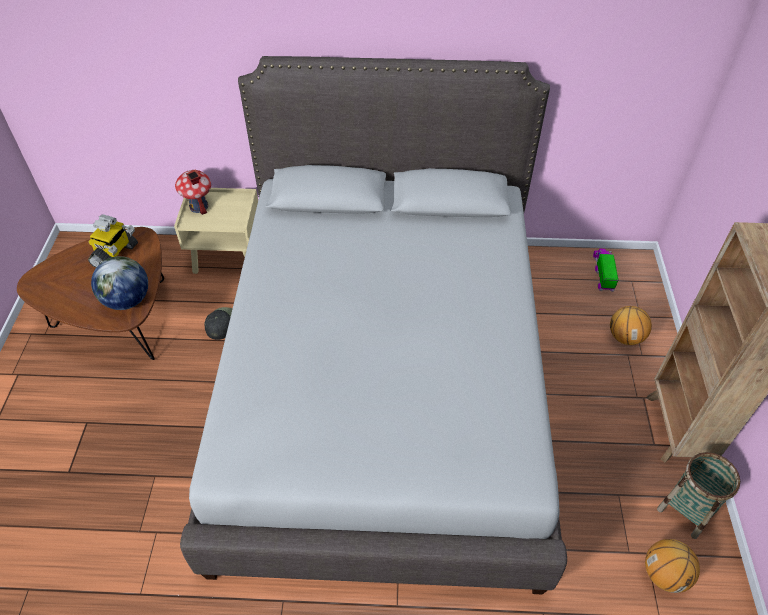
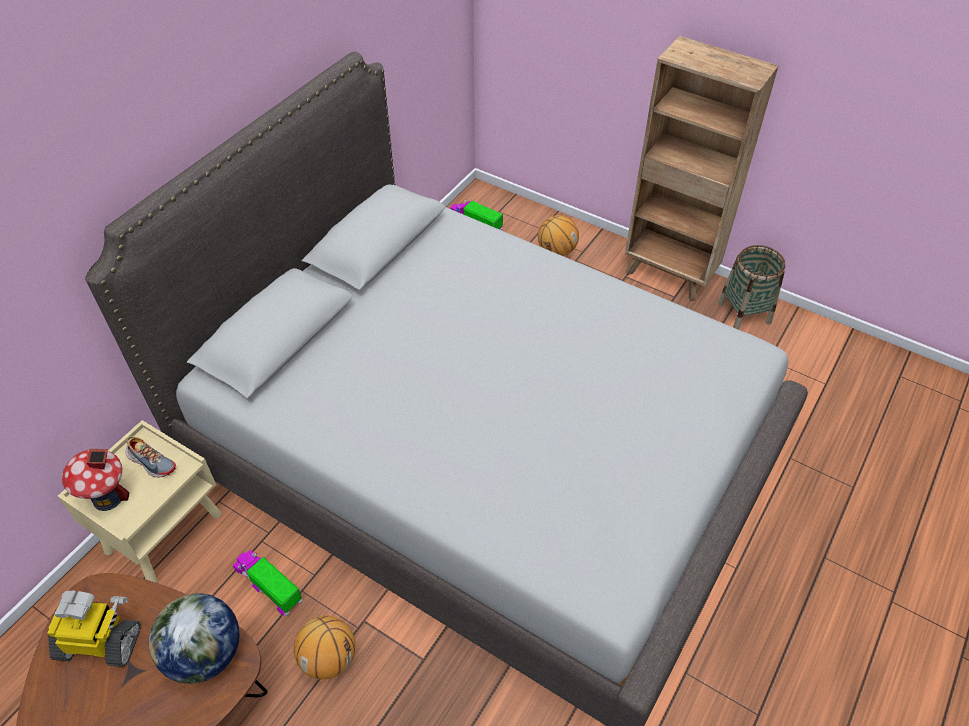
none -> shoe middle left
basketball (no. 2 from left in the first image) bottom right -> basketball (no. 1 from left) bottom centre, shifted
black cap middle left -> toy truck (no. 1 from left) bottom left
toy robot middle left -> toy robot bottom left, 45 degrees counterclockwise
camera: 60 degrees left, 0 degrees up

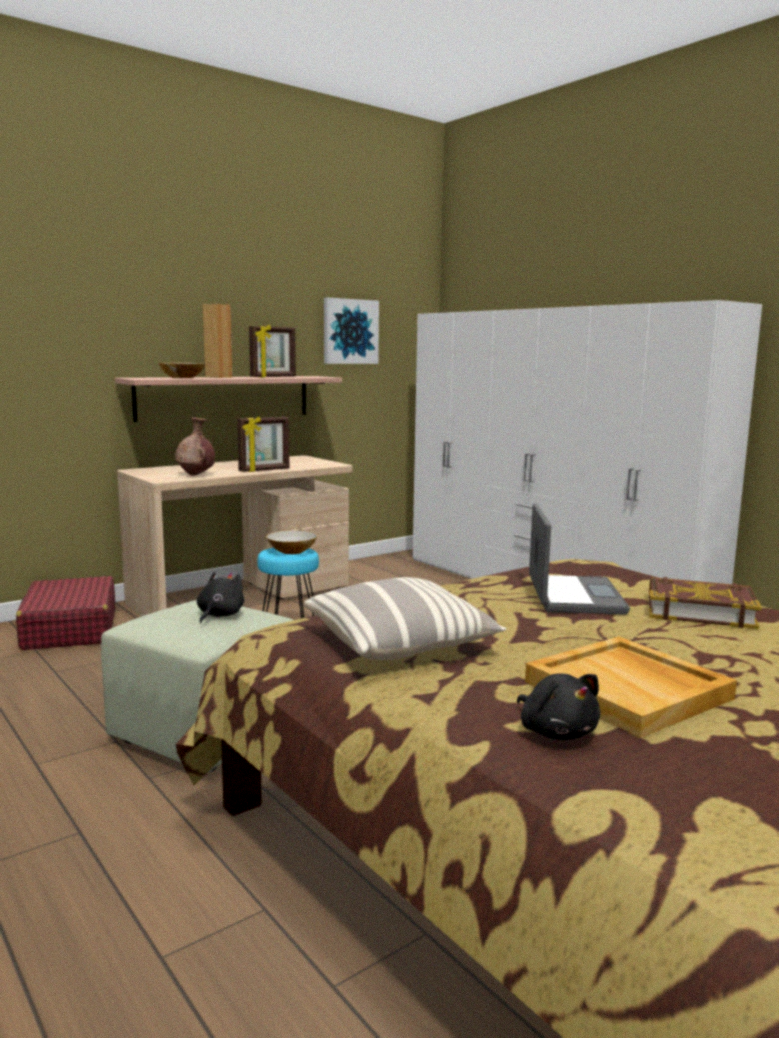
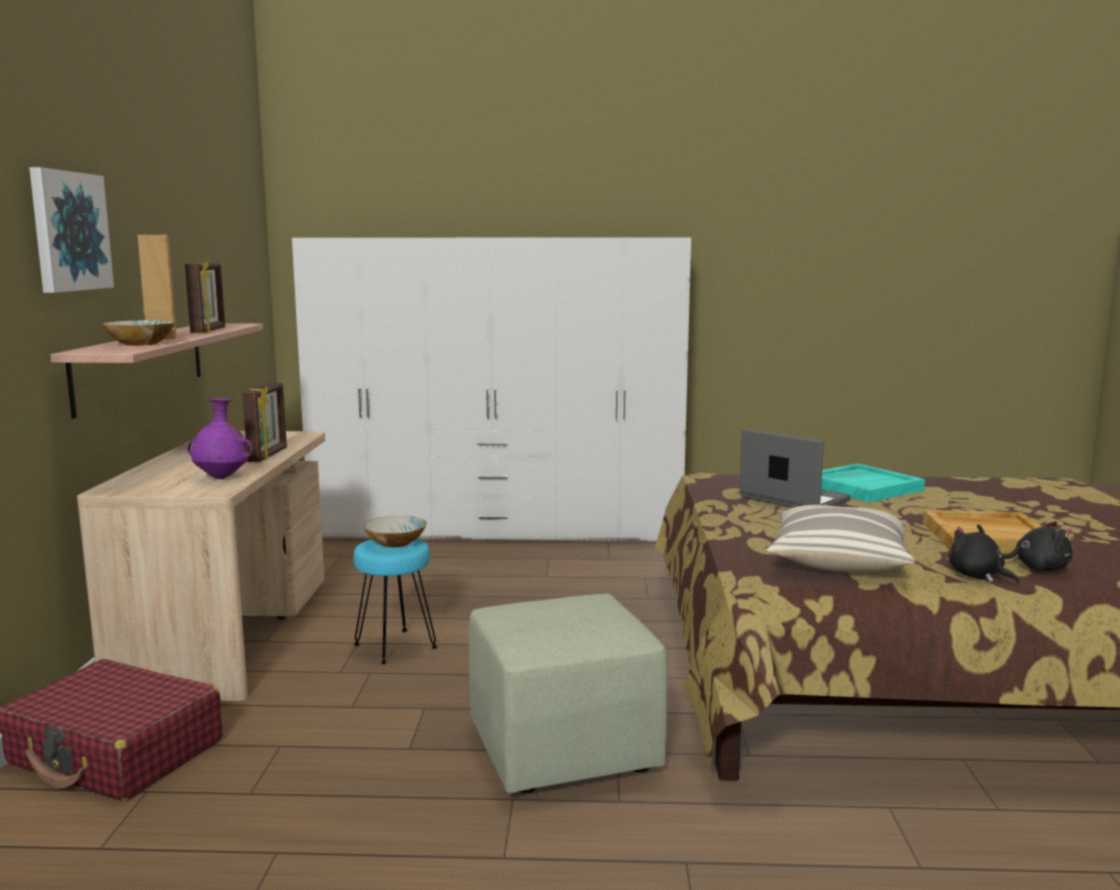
black plush toy (no. 1 from left) middle left -> black plush toy (no. 1 from left) middle right, shifted
picture top centre -> picture top left, shifted
book middle right -> turquoise tray middle right
brown vase middle left -> purple vase middle left
camera: 50 degrees left, 0 degrees up

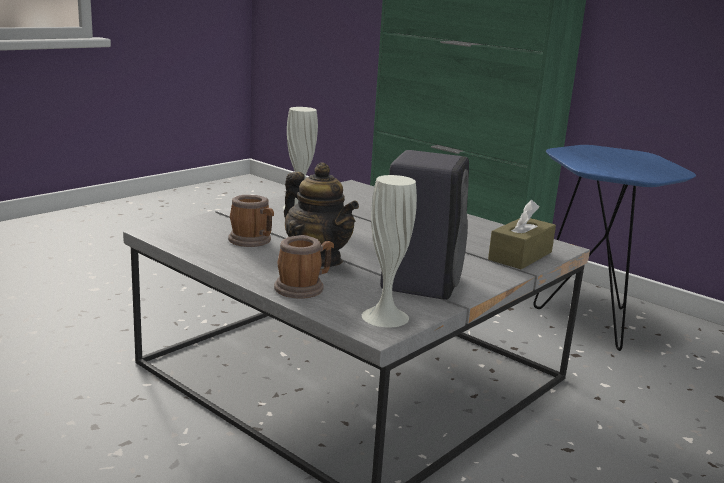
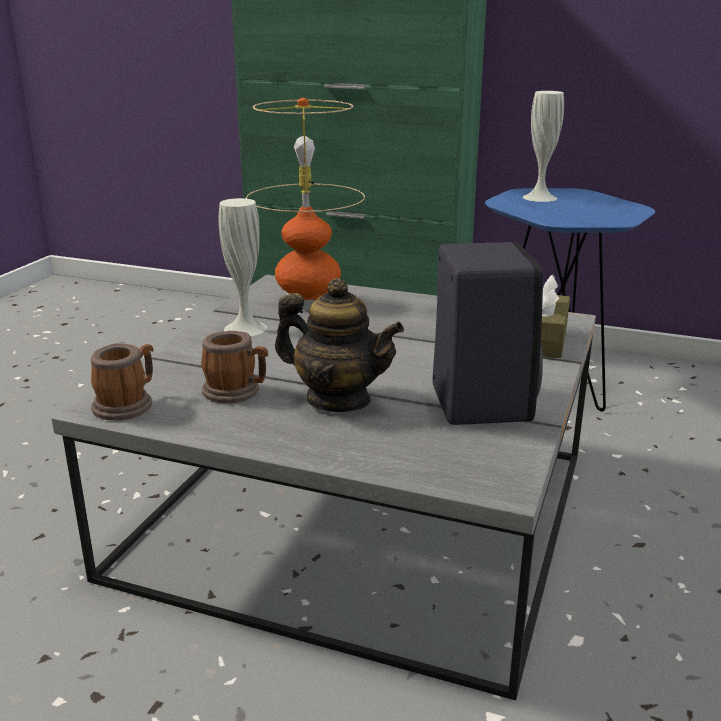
none -> table lamp top centre
mug (no. 2 from left in the first image) centre -> mug (no. 1 from left) middle left, shifted
white vase (no. 2 from left) centre -> white vase (no. 2 from left) top right, shifted
camera: 20 degrees left, 5 degrees up

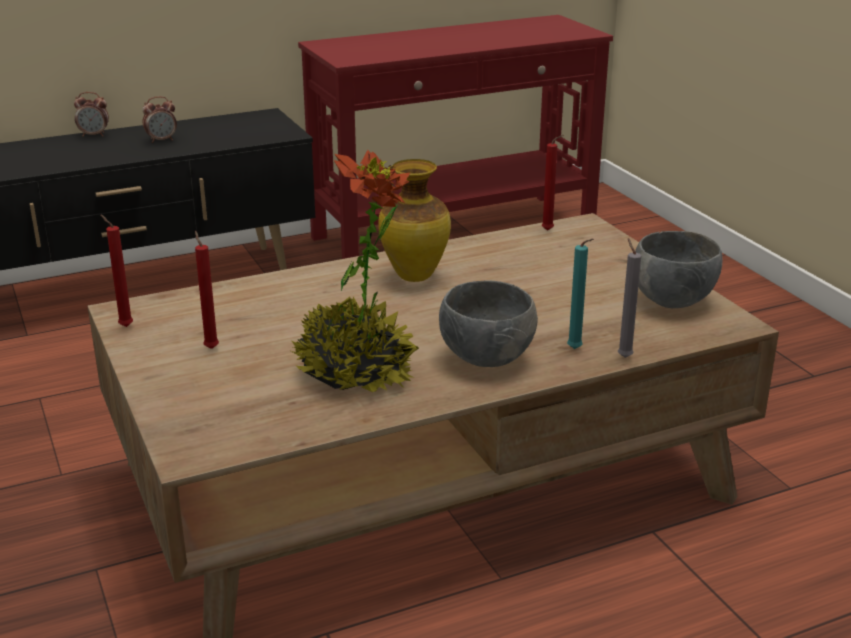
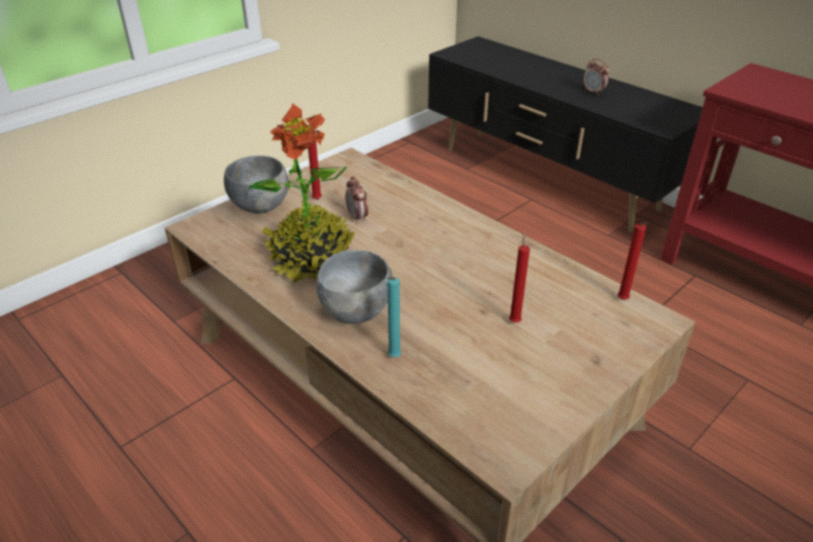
vase centre -> none
grey candle middle right -> none
alarm clock (no. 1 from left) top left -> alarm clock (no. 1 from left) centre, shifted
red candle (no. 1 from left in the first image) middle left -> red candle (no. 2 from left) centre, shifted
grey bowl (no. 2 from left in the first image) middle right -> grey bowl (no. 1 from left) middle left, shifted
camera: 70 degrees right, 10 degrees up

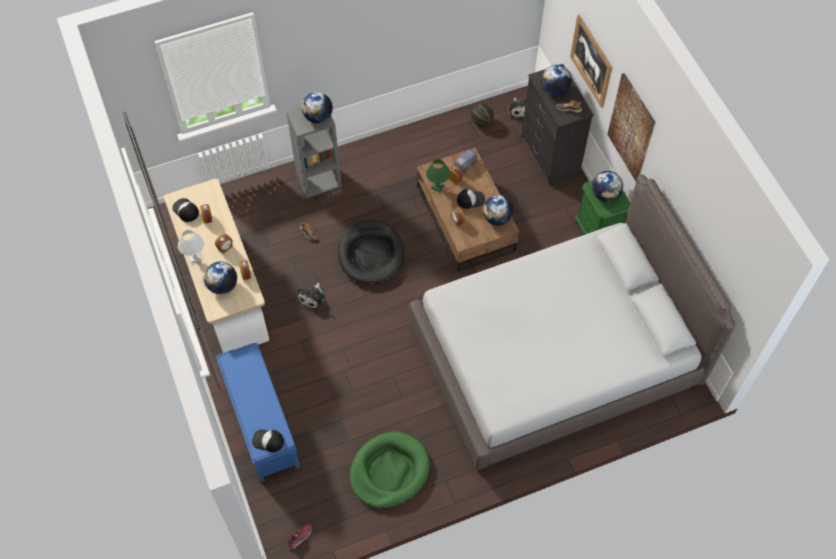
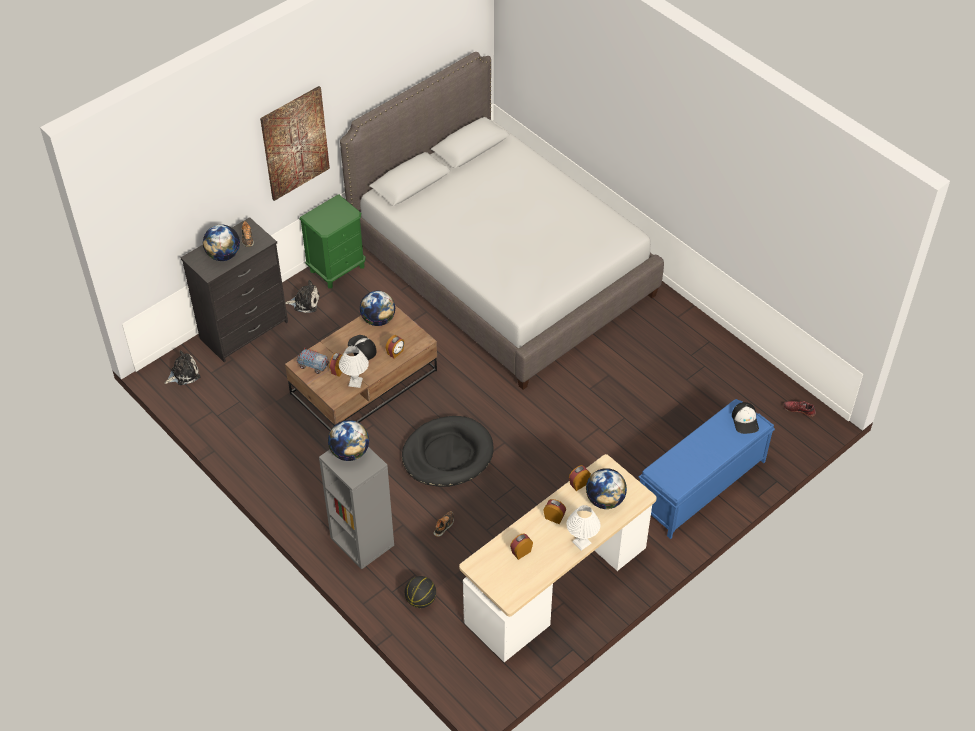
cap (no. 1 from left) middle left -> none
green dog bed bottom centre -> none
picture (no. 1 from left) top right -> none
globe (no. 5 from left) top right -> none
plush toy (no. 1 from left in the first image) centre -> plush toy (no. 2 from left) middle left, shifted
basketball top centre -> basketball bottom centre, shifted
green table lamp top centre -> white table lamp (no. 1 from left) centre
camera: 110 degrees left, 10 degrees down

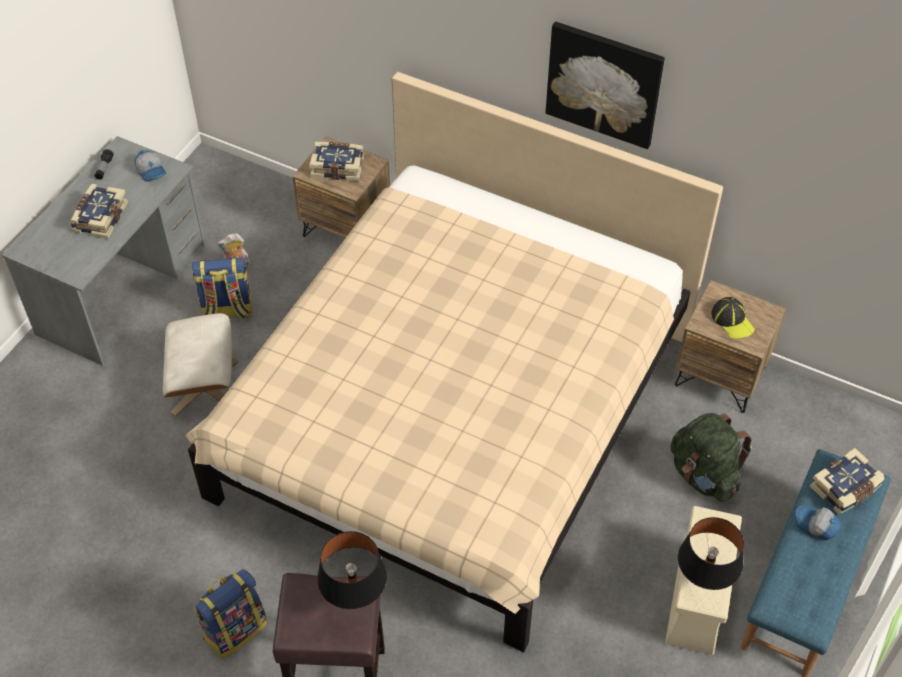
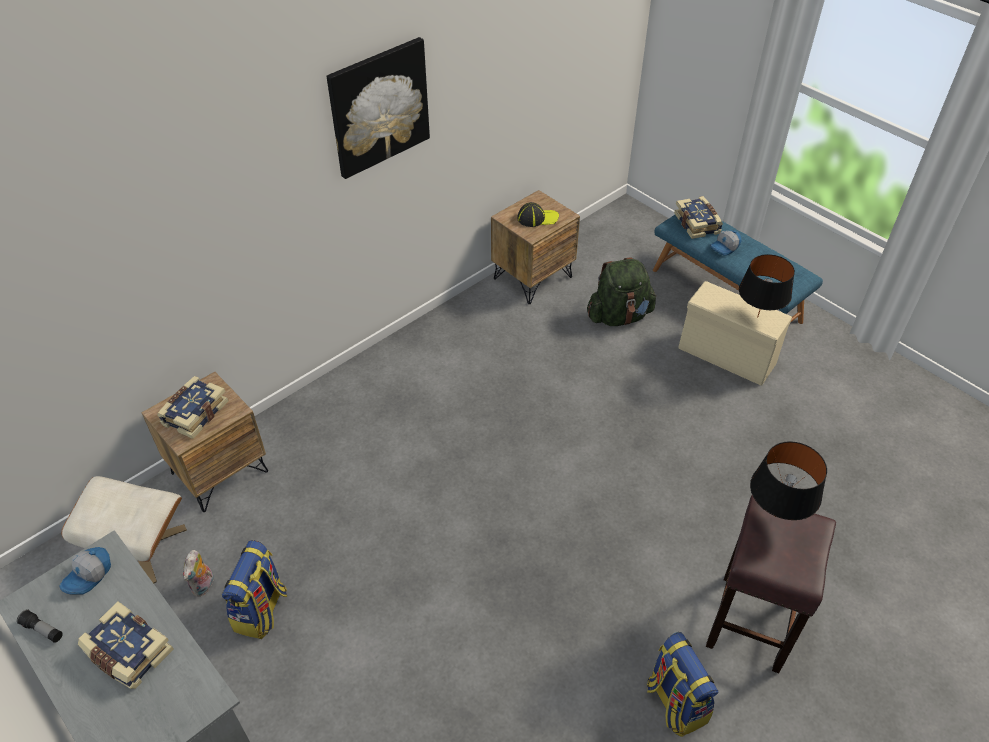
beige bed centre -> none
beige ottoman middle left -> beige ottoman bottom left, shifted
cap (no. 1 from left) top left -> cap (no. 1 from left) bottom left, 135 degrees clockwise
camera: 70 degrees left, 5 degrees down

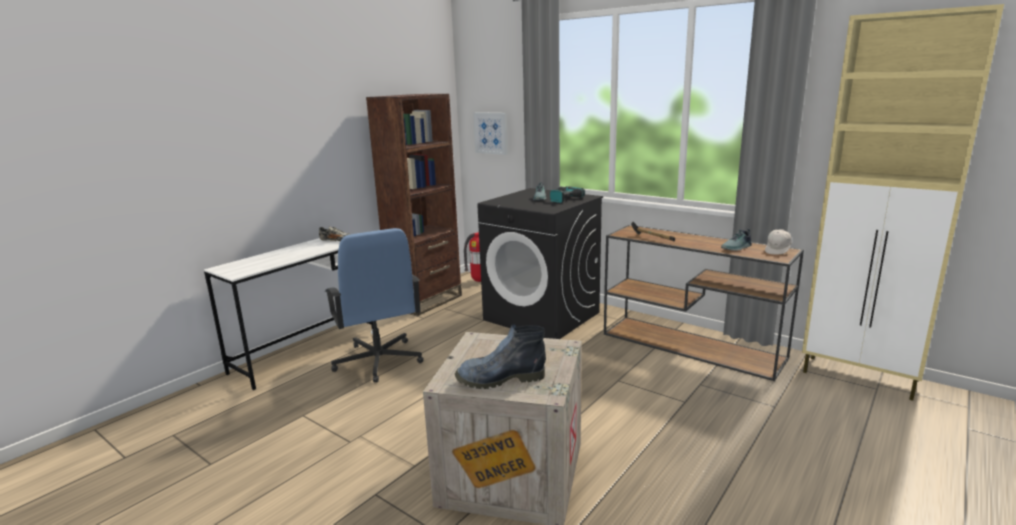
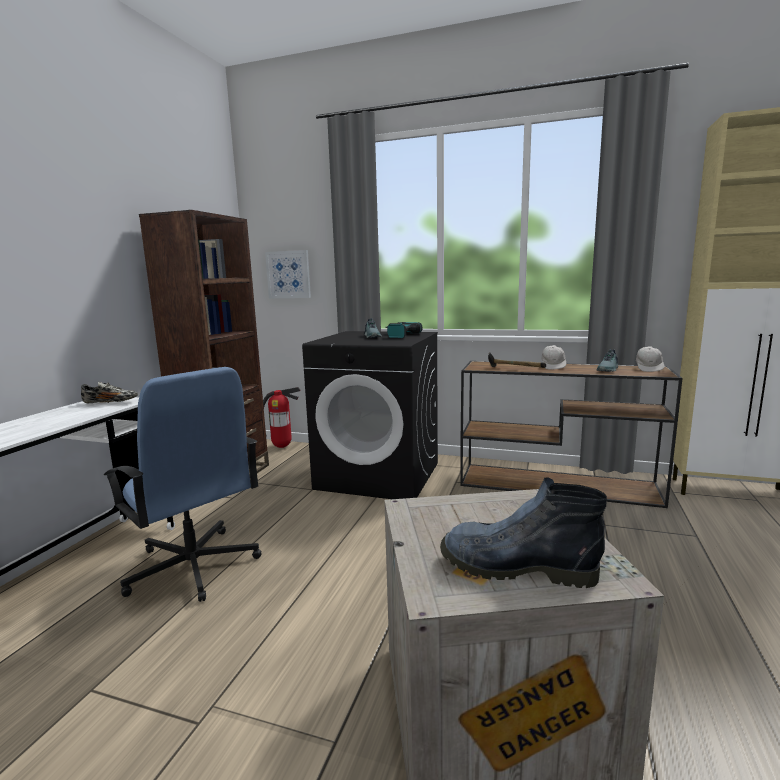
none -> white cap (no. 1 from left) middle right
boot bottom centre -> boot bottom right, 45 degrees clockwise
camera: 20 degrees left, 5 degrees down

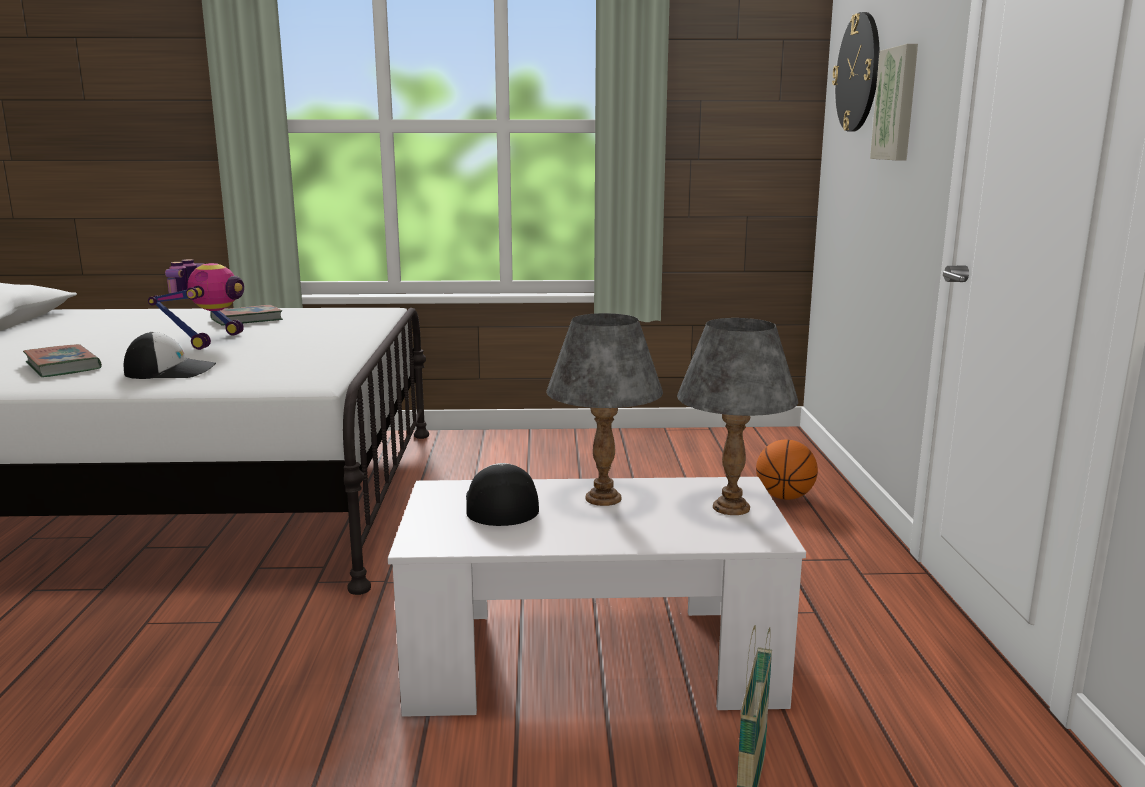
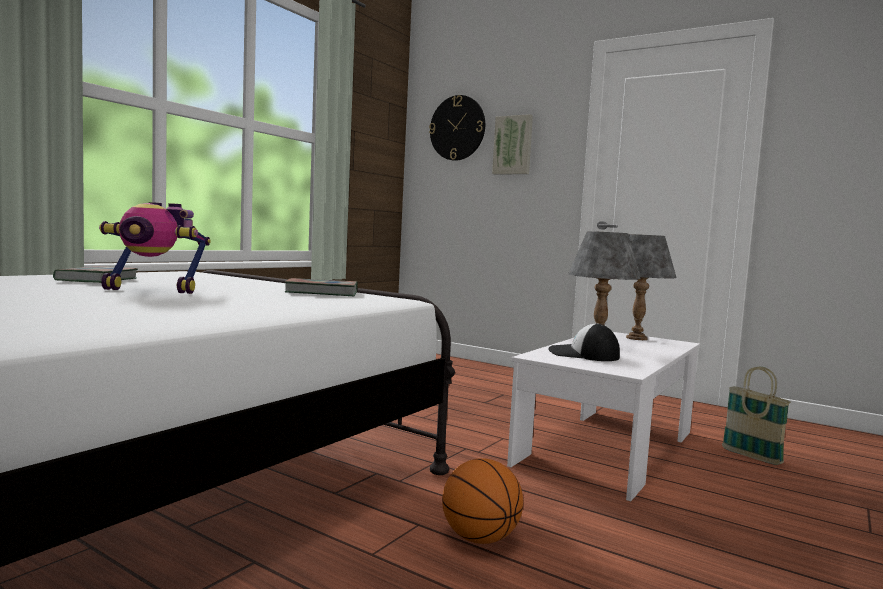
cap (no. 1 from left) middle left -> none
book (no. 1 from left in the first image) middle left -> book (no. 2 from left) centre, shifted
basketball middle right -> basketball bottom centre, shifted
toy robot middle left, 135 degrees clockwise
camera: 55 degrees left, 10 degrees down

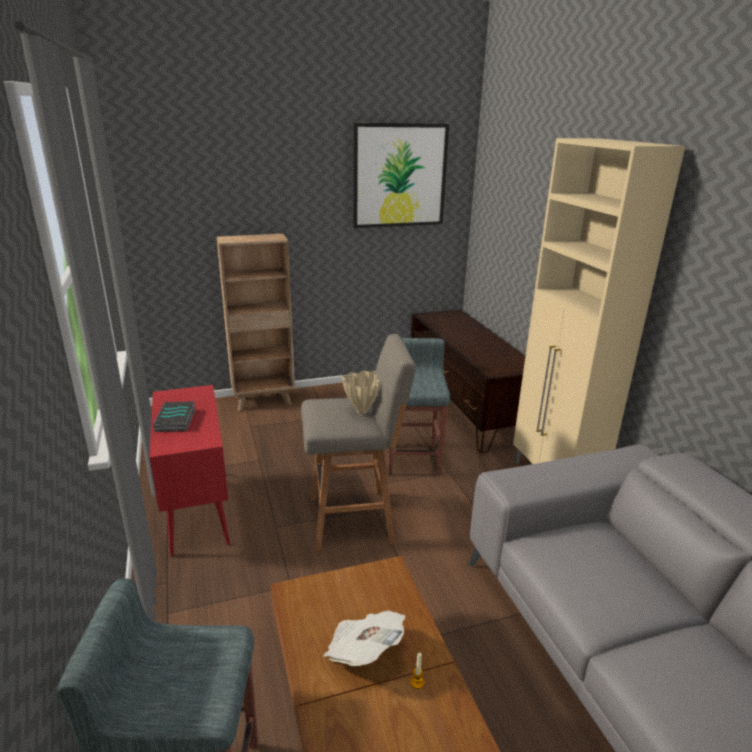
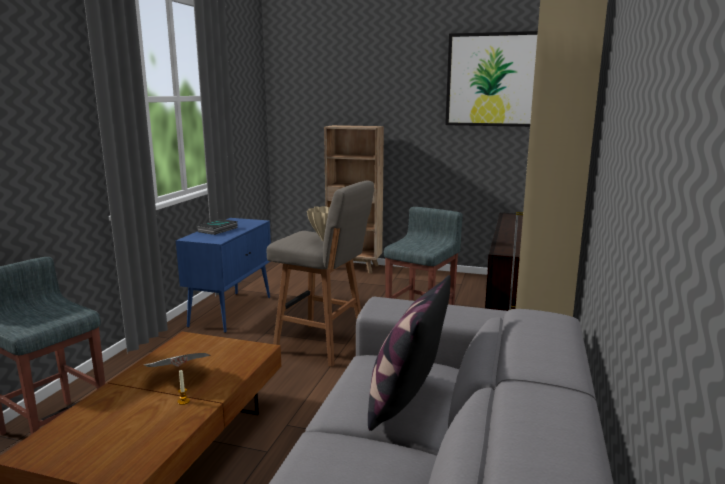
none -> pillow bottom centre
red cabinet middle left -> blue cabinet middle left
camera: 35 degrees right, 10 degrees down

